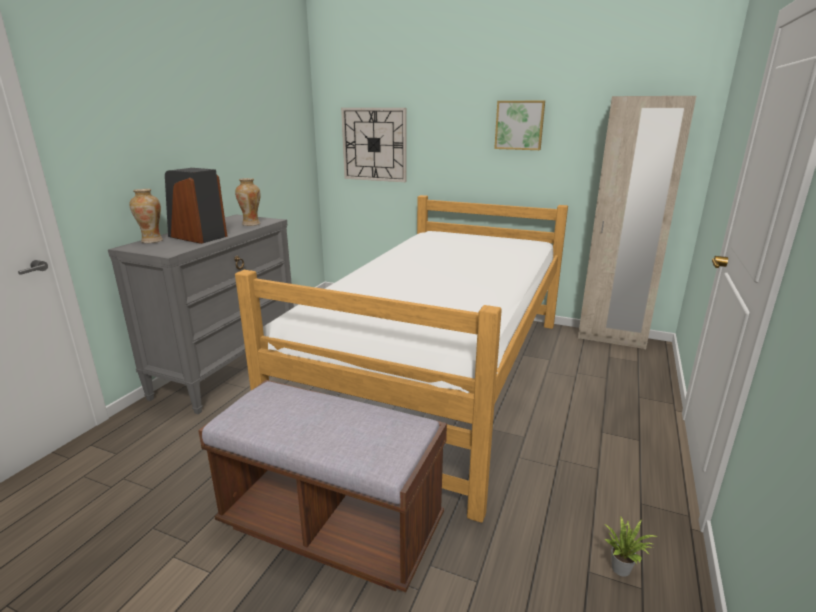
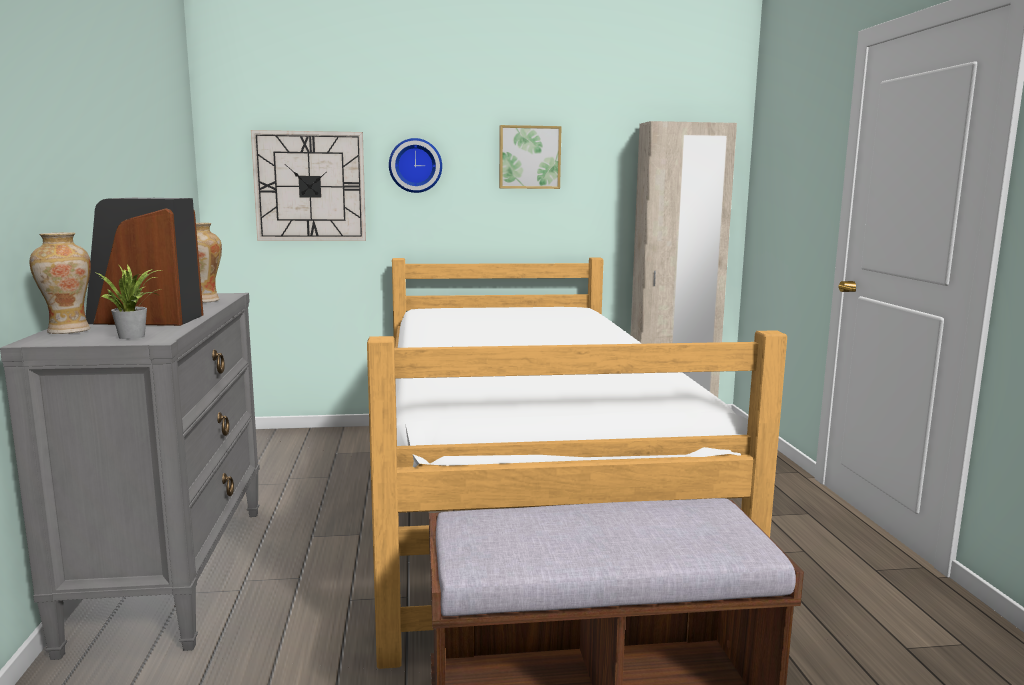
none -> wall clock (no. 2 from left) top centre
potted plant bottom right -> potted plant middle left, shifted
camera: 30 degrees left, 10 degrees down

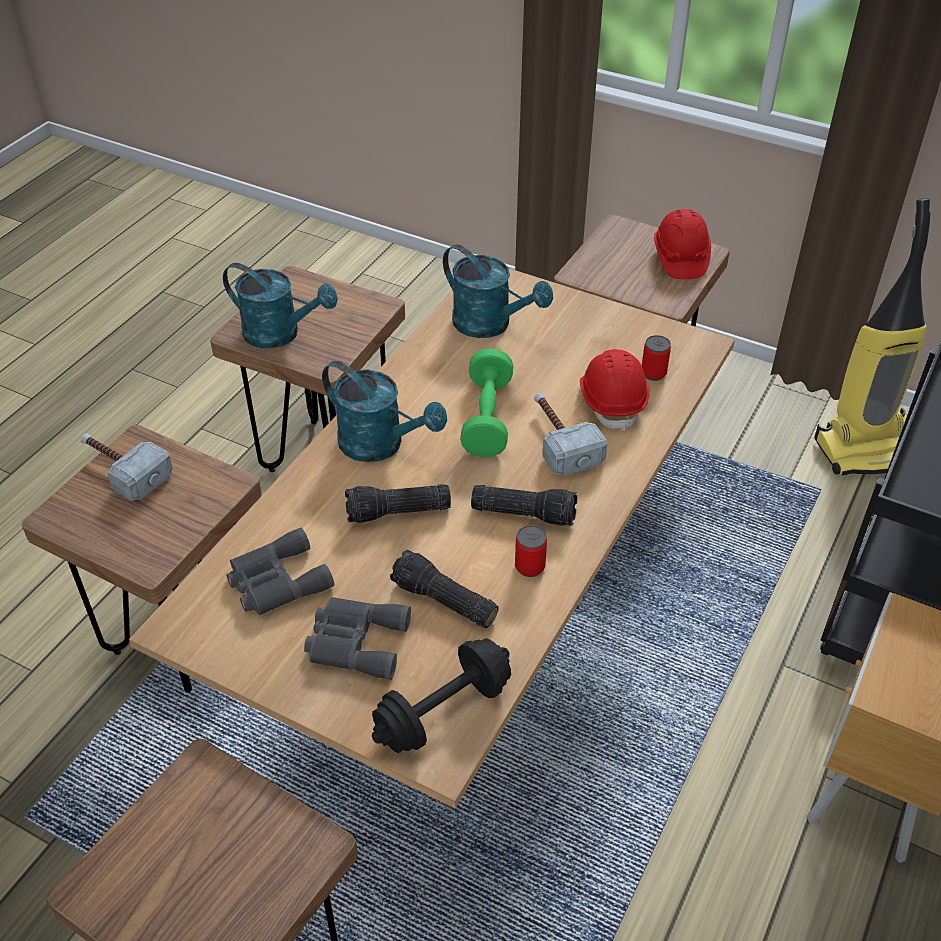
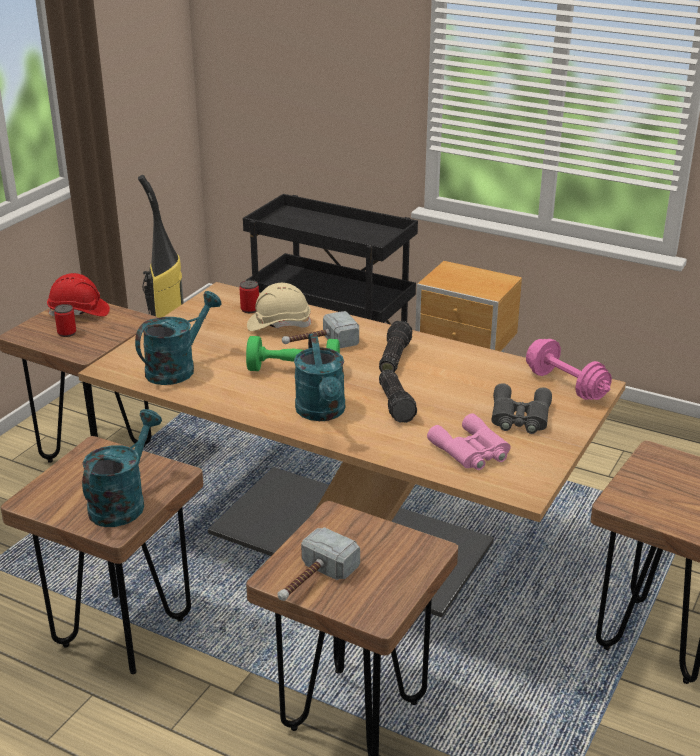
flashlight (no. 2 from left) centre -> none
can (no. 1 from left) centre -> can (no. 1 from left) middle left, shifted
grey binoculars (no. 1 from left) middle left -> pink binoculars middle right
black dumbbell bottom centre -> pink dumbbell middle right
red hard hat (no. 1 from left) centre -> beige hard hat centre
turquoise watering can (no. 2 from left in the first image) centre -> turquoise watering can (no. 3 from left) centre, 135 degrees clockwise
camera: 90 degrees left, 15 degrees down

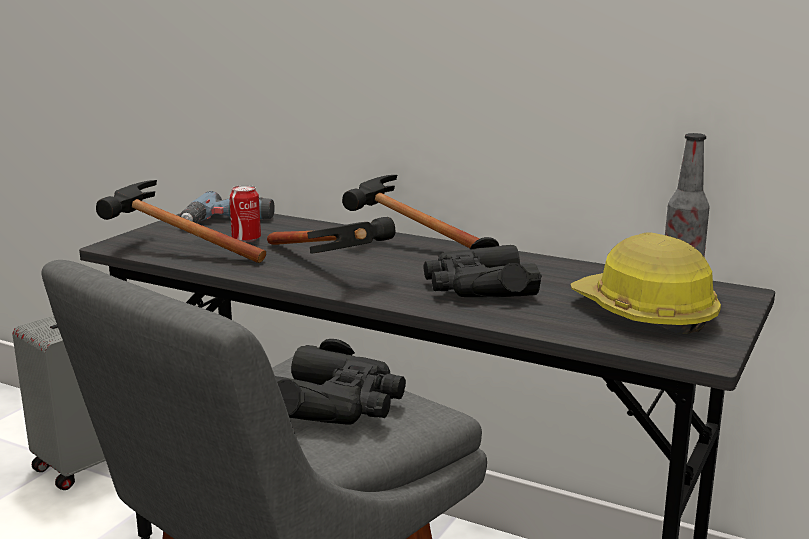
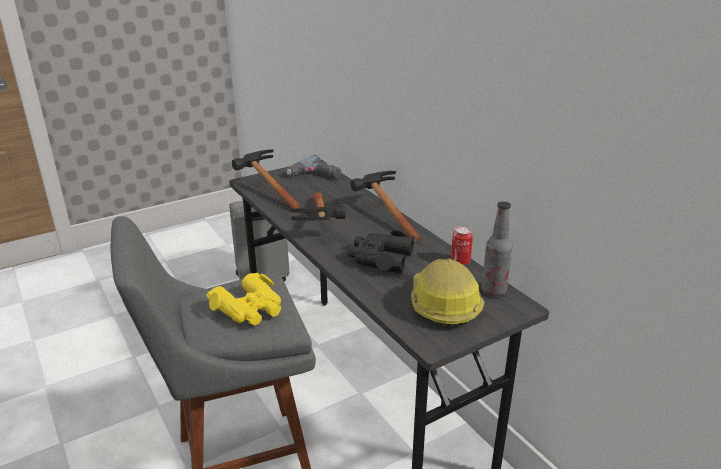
can middle left -> can centre, shifted
black binoculars (no. 1 from left) bottom centre -> yellow binoculars centre
camera: 30 degrees right, 10 degrees up

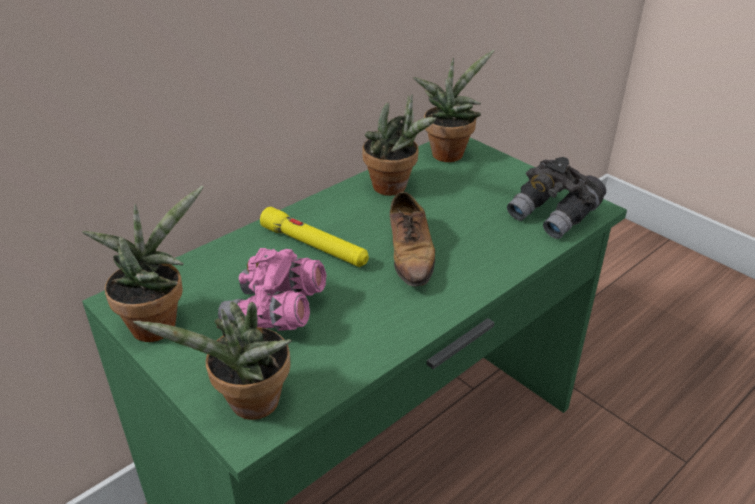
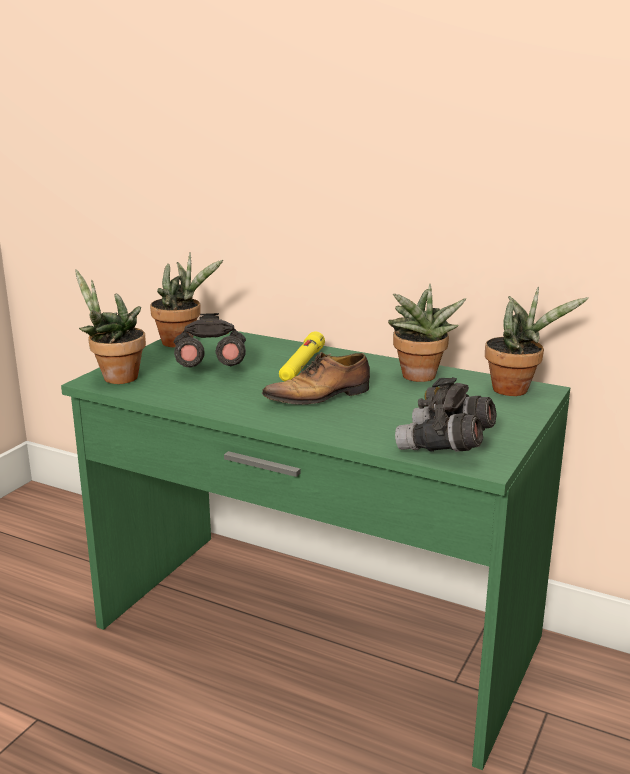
pink binoculars centre -> grey binoculars (no. 1 from left) centre
camera: 70 degrees right, 15 degrees down

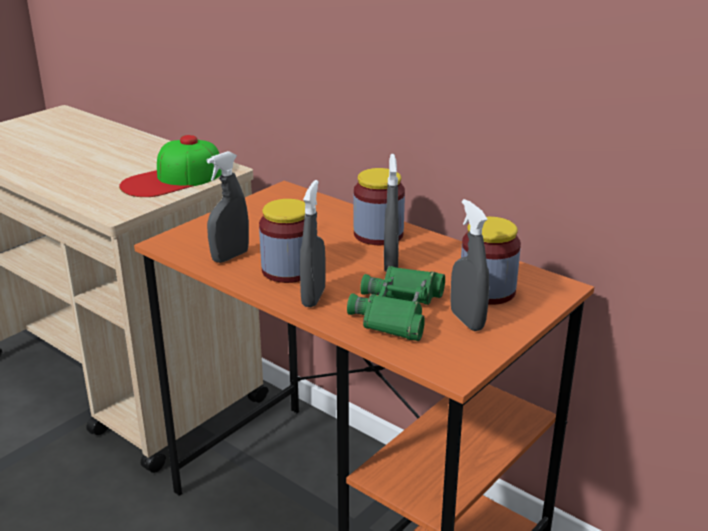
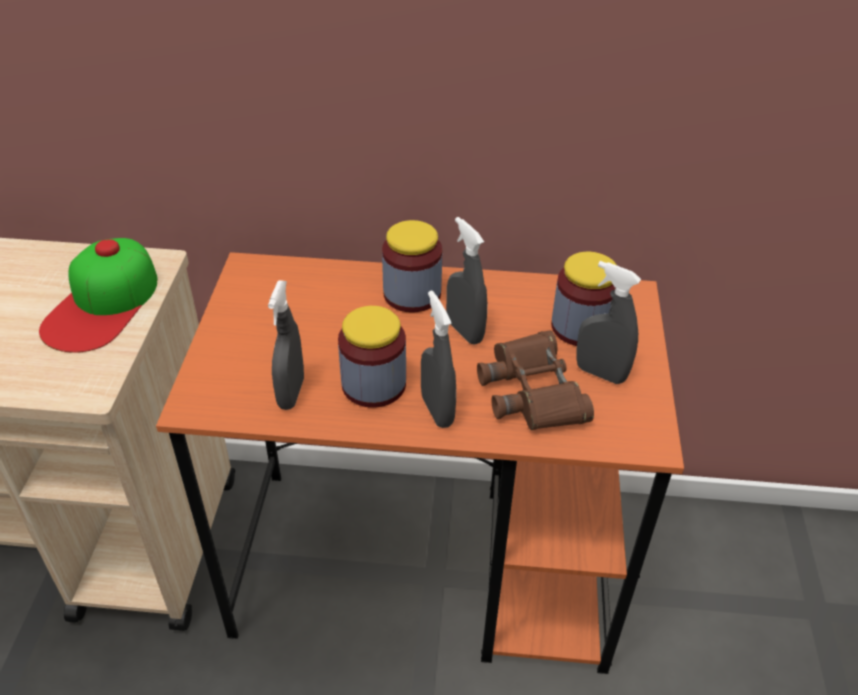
green binoculars centre -> brown binoculars centre
camera: 35 degrees left, 15 degrees up

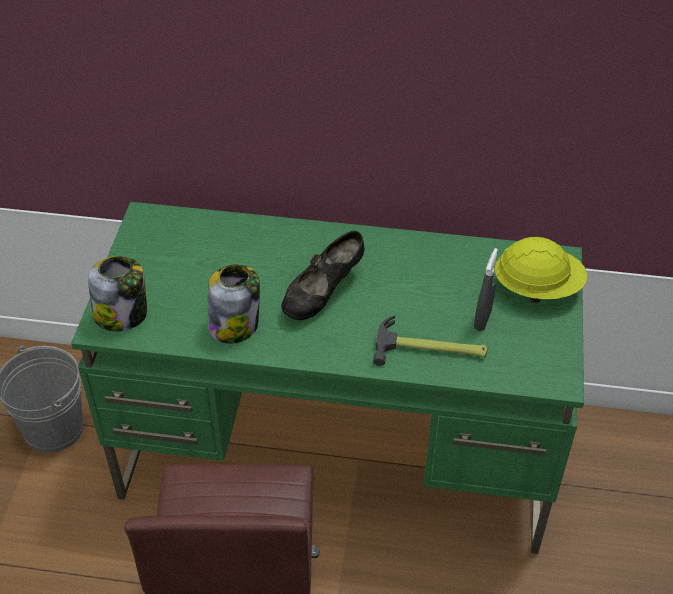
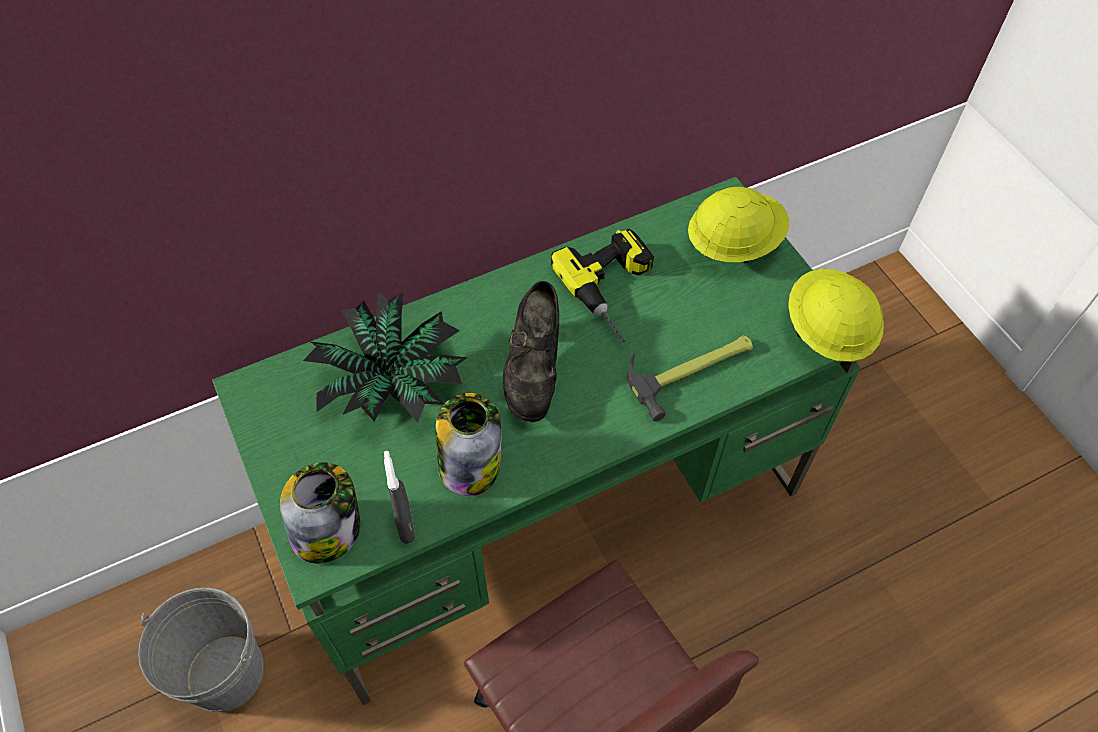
none -> potted plant centre
none -> power drill centre
none -> yellow hard hat (no. 2 from left) middle right
grey spray bottle middle right -> grey spray bottle bottom centre, shifted
camera: 35 degrees left, 10 degrees up

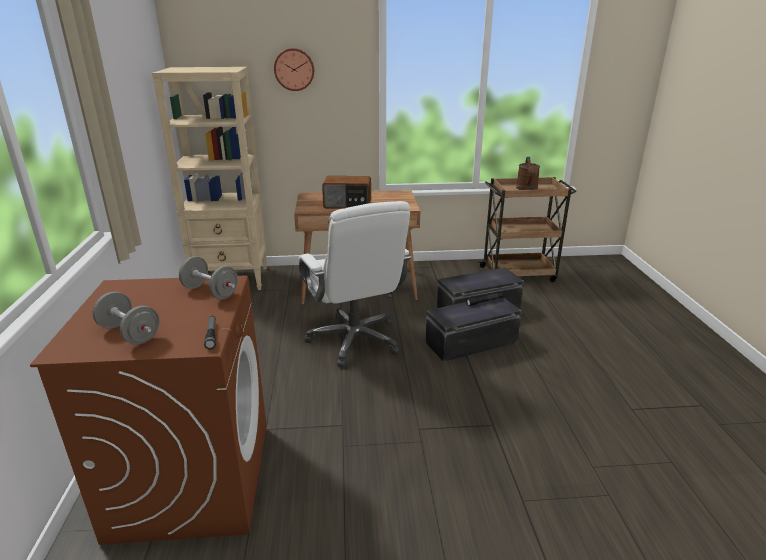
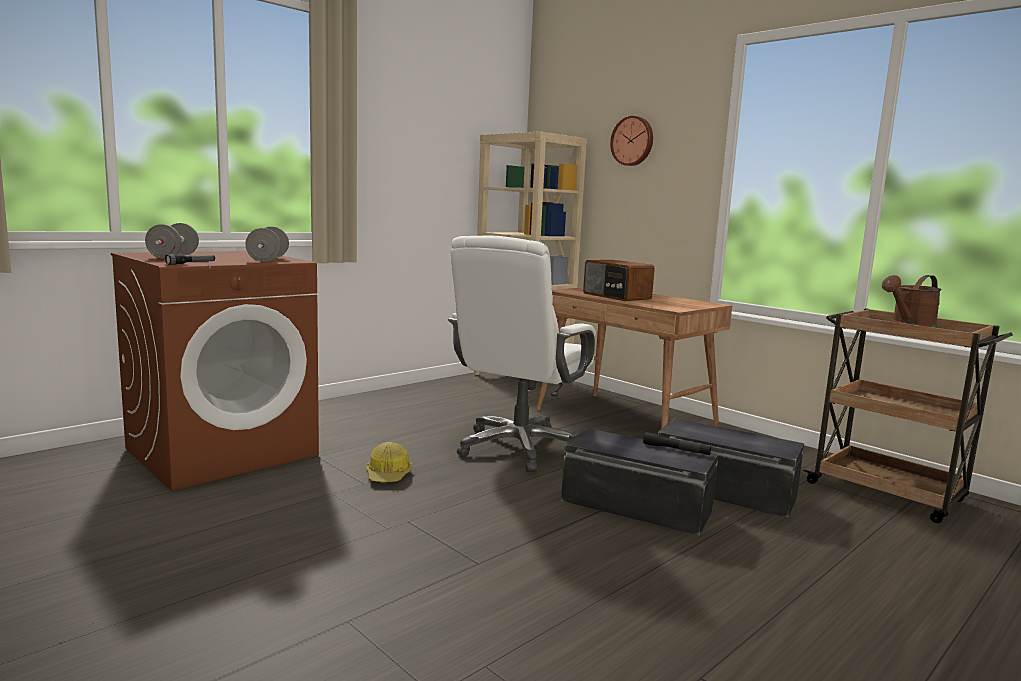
none -> hard hat bottom centre
camera: 50 degrees right, 15 degrees down

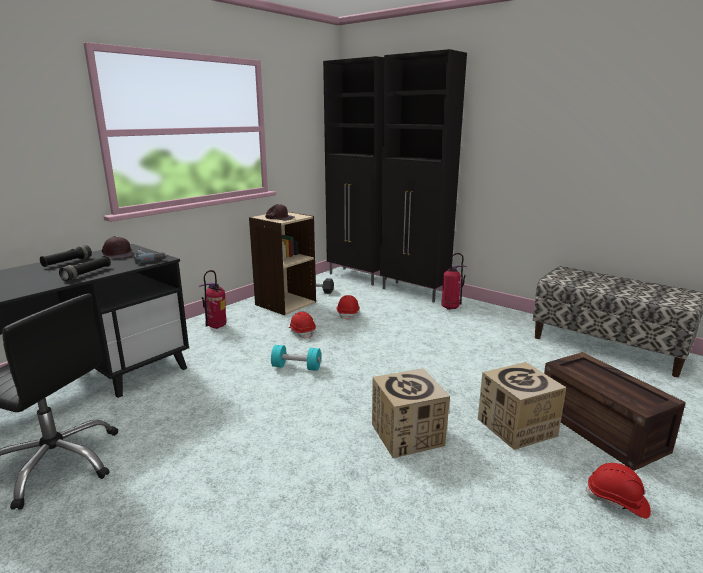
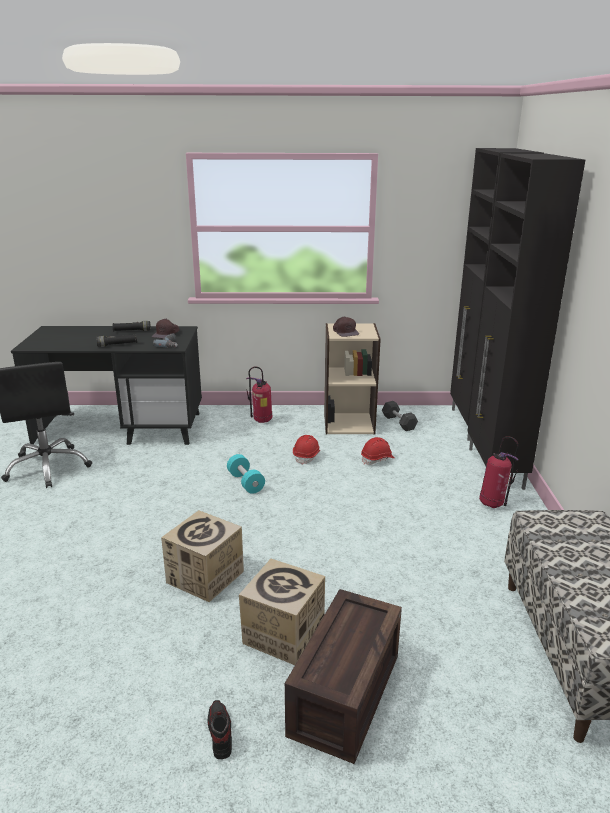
red hard hat (no. 3 from left) bottom right -> shoe bottom centre
camera: 50 degrees right, 5 degrees up

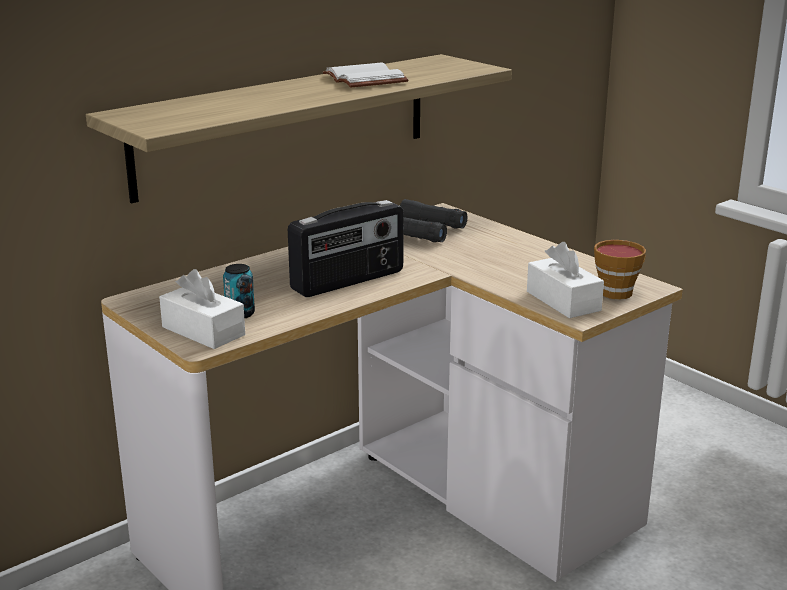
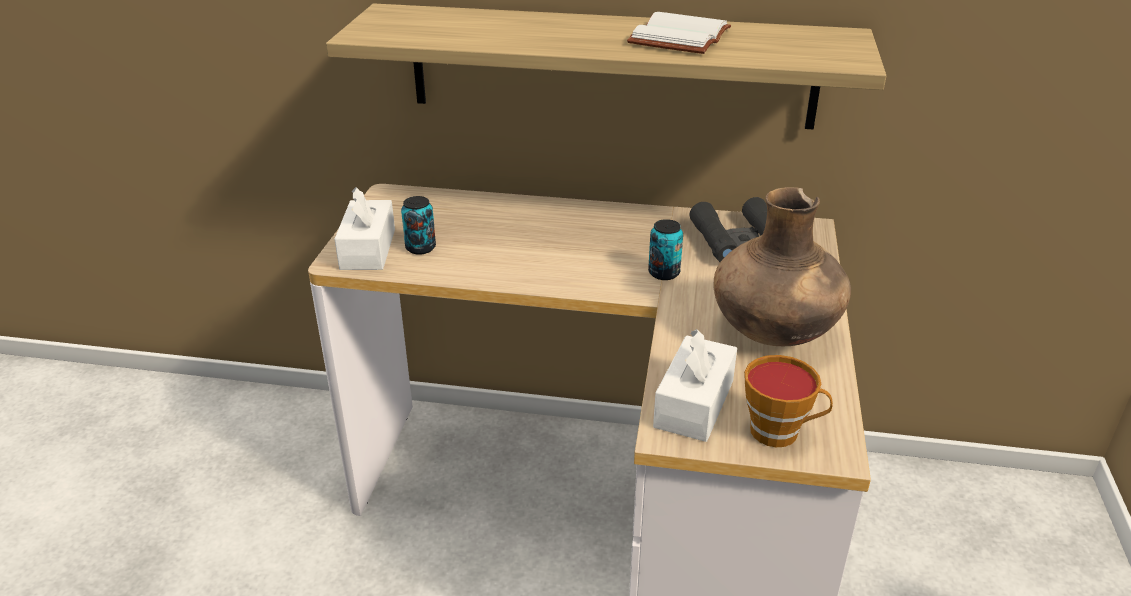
radio centre -> none
none -> can (no. 2 from left) centre
none -> brown vase middle right
camera: 50 degrees right, 10 degrees up

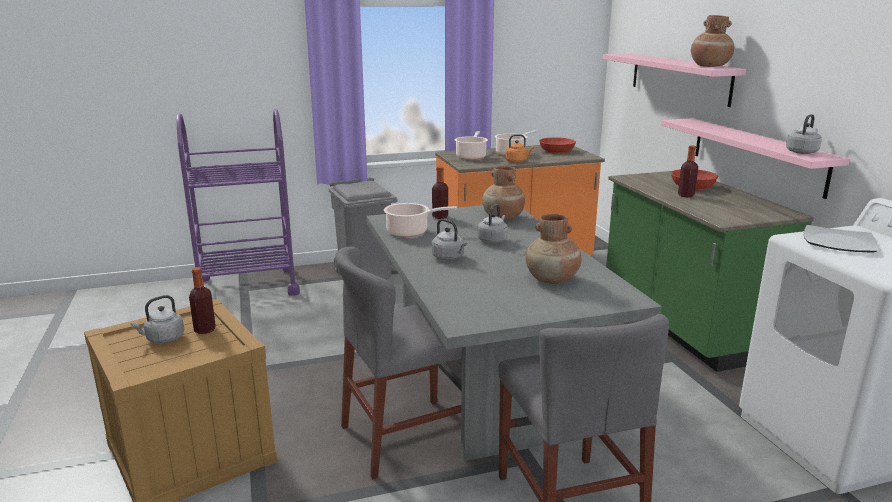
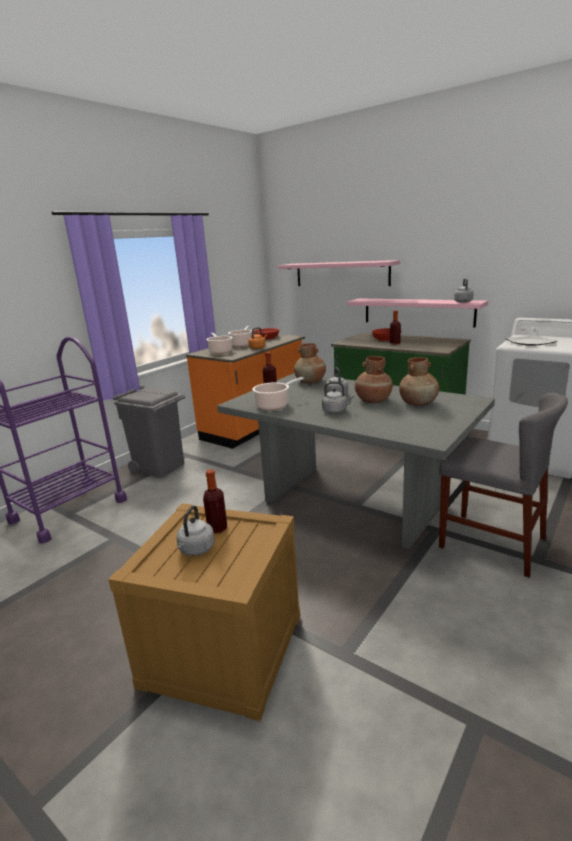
grey chair (no. 1 from left) bottom centre -> none
brown vase (no. 3 from left in the first image) top right -> brown vase (no. 2 from left) centre, shifted
camera: 35 degrees left, 0 degrees up

